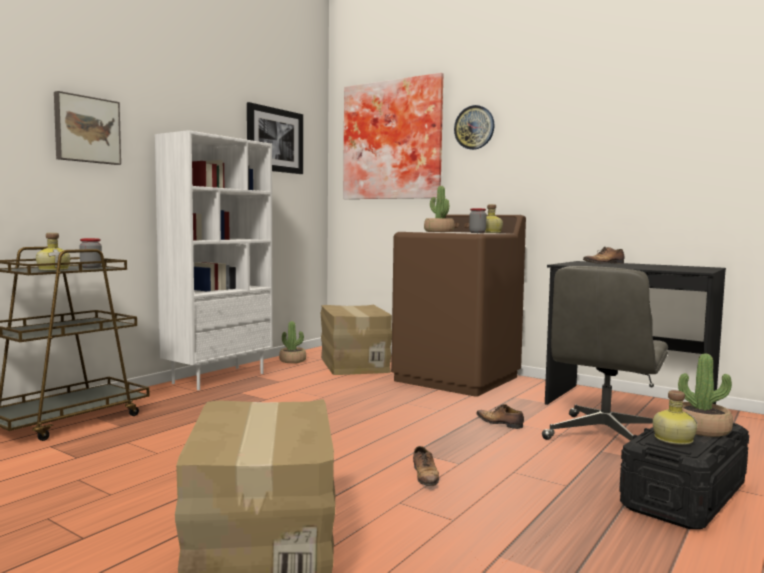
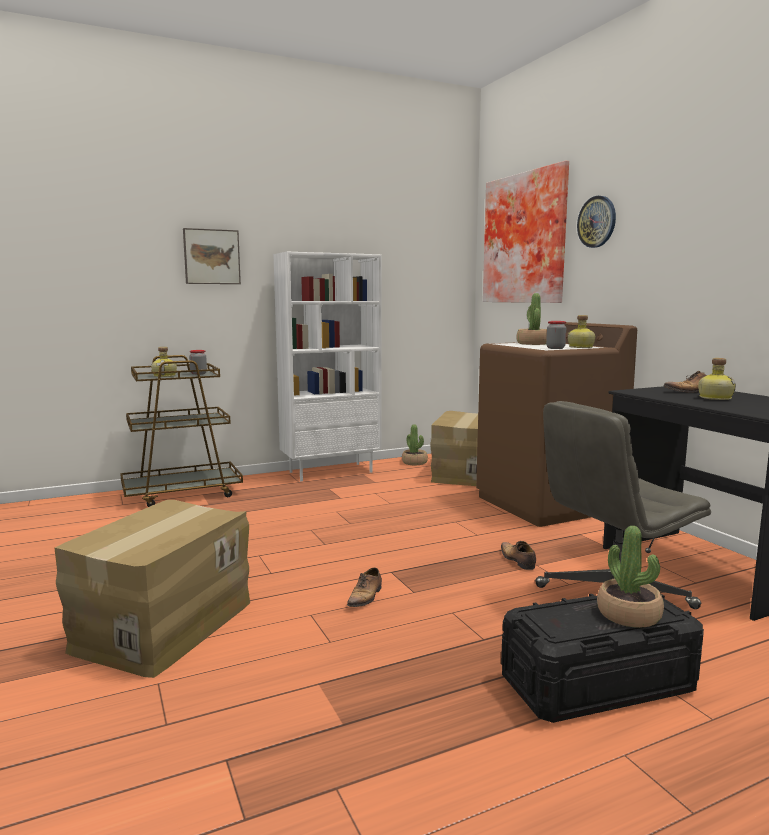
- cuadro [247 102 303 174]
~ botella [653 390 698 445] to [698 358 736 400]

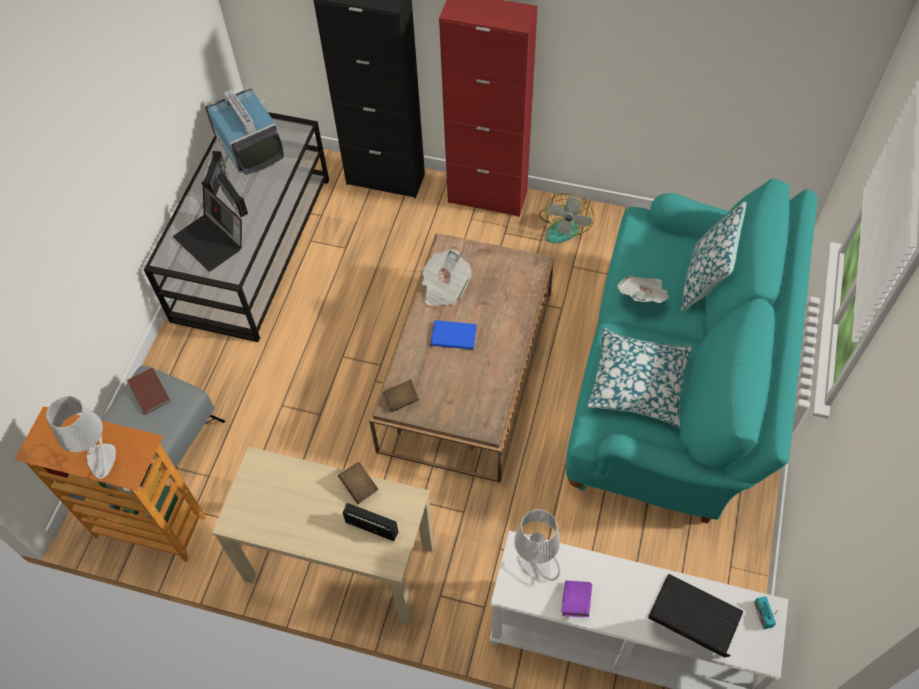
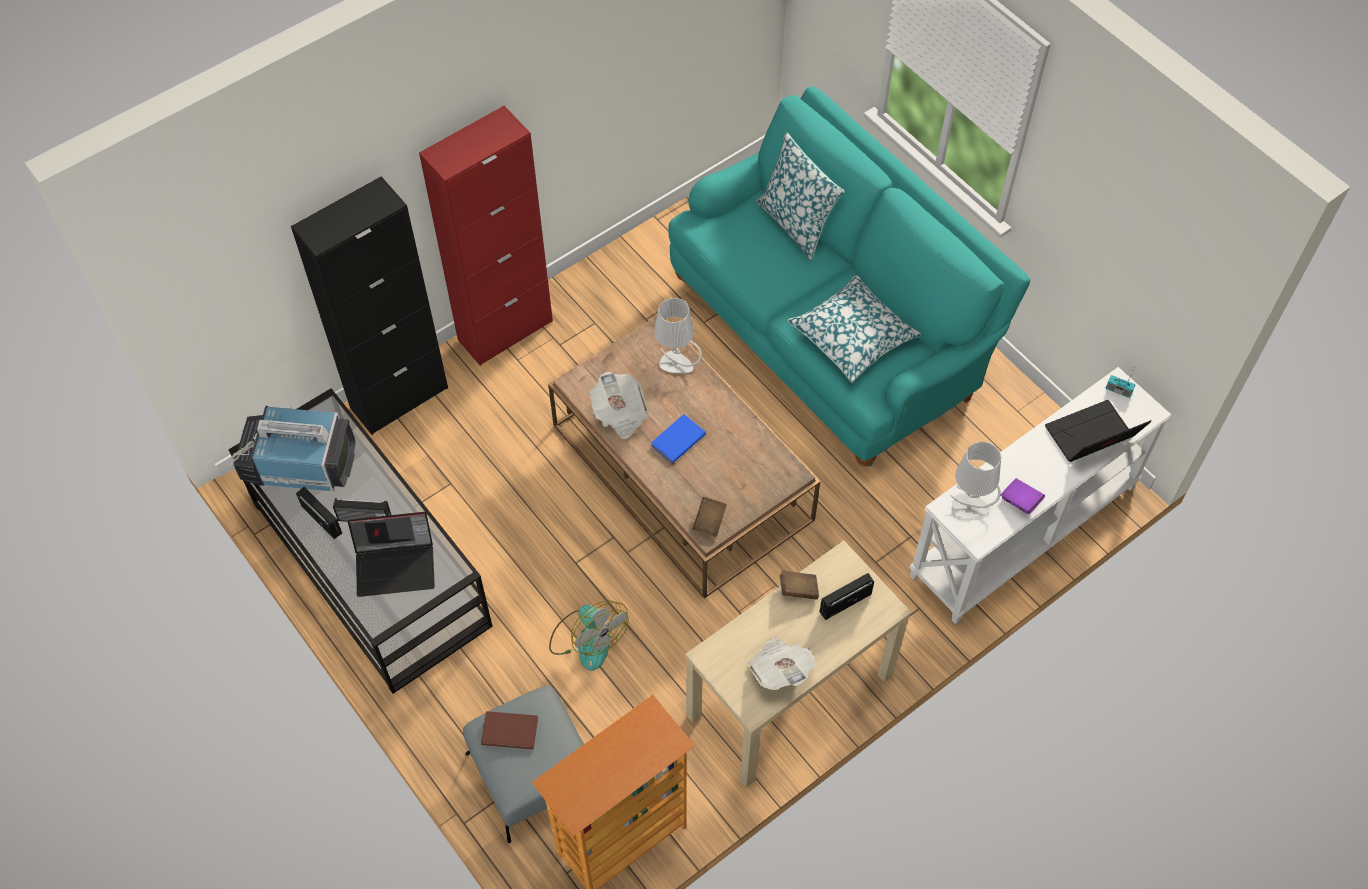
~ lámpara de mesa (gris) [46 396 116 479] to [654 298 702 374]
~ ventilador [539 193 595 243] to [549 600 629 671]
~ periódico [617 275 669 303] to [748 638 816 690]

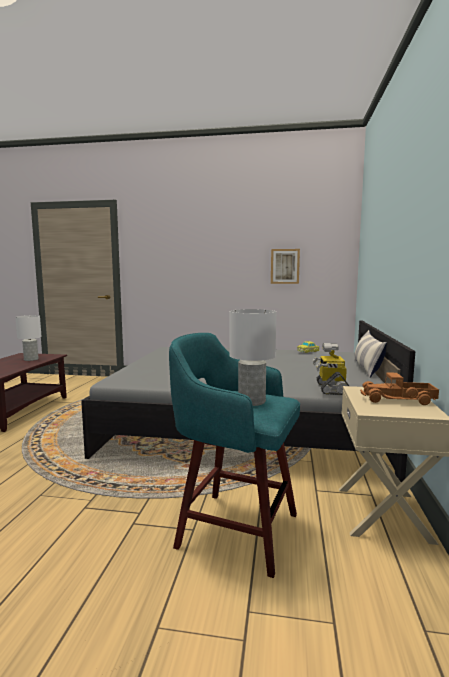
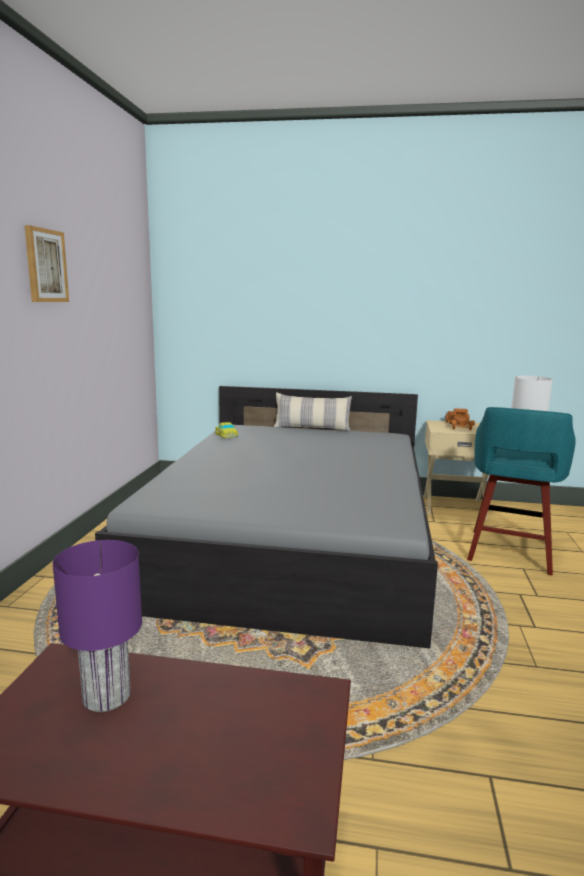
~ lámpara de mesa (blanco) [15 315 42 361] to lámpara de mesa (morado) [53 540 142 712]
~ cuadro [271 249 300 284] to [25 225 69 302]
- robot de juguete [313 343 349 395]

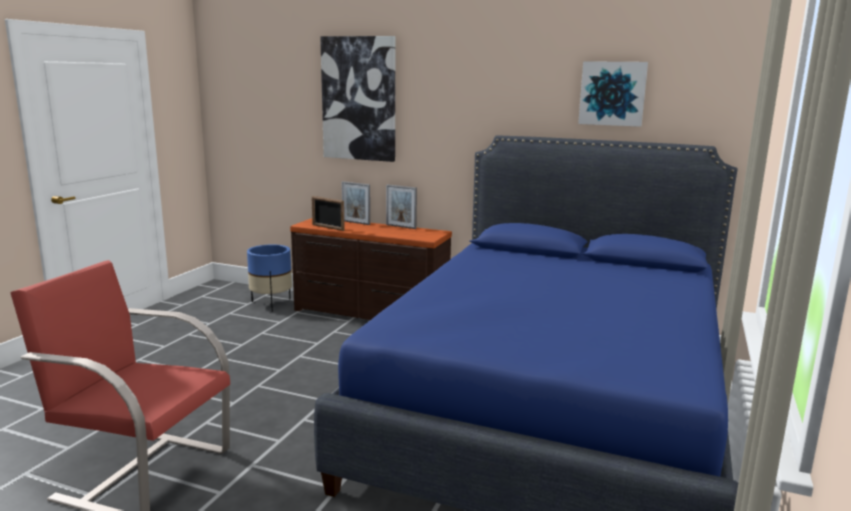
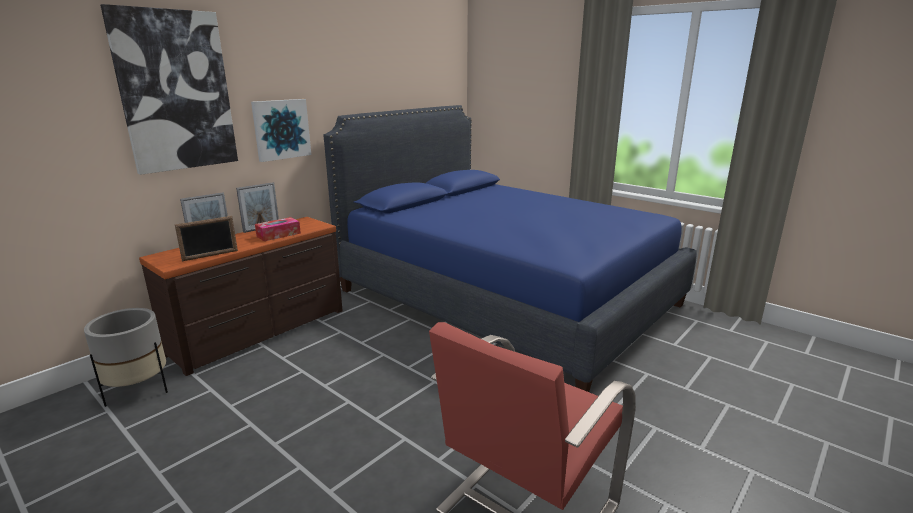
~ maceta (azul) [247 244 292 312] to maceta (gris) [84 308 168 407]
~ cuadro [578 61 648 127] to [251 99 311 162]
+ caja de pañuelos [255 217 301 241]

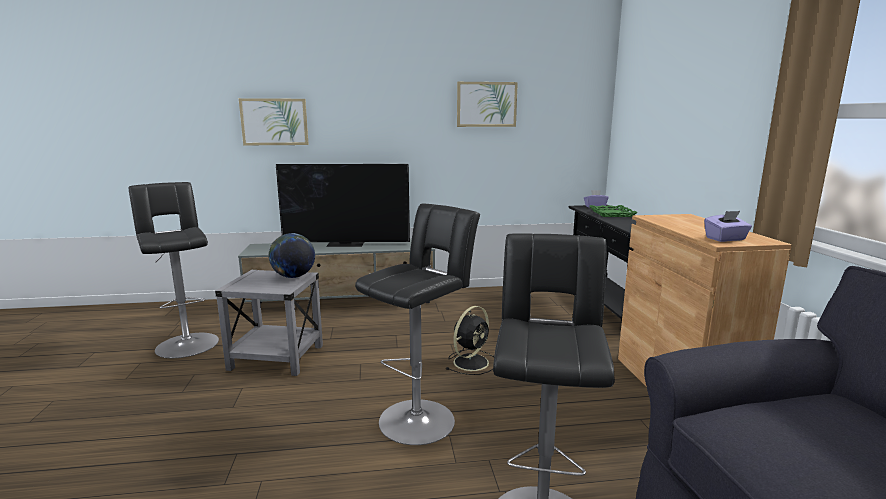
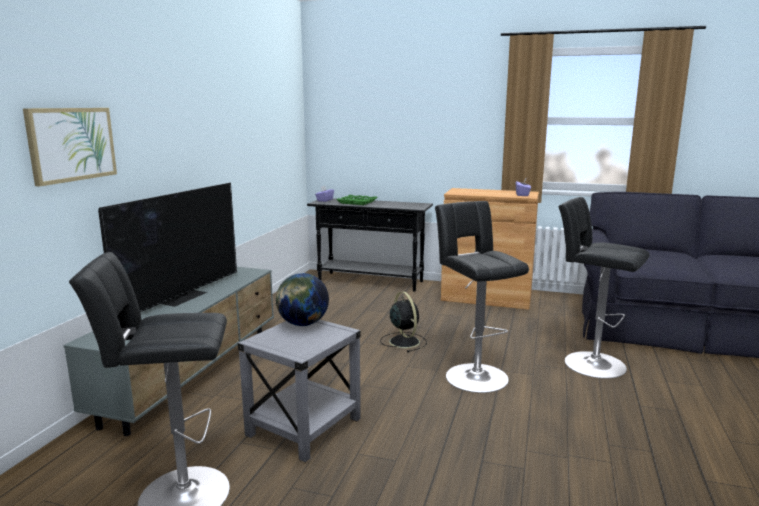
- cuadro [457 82 518 127]

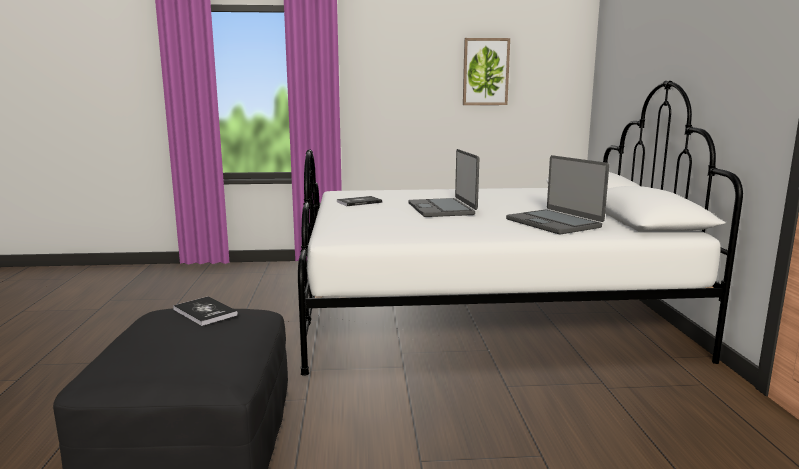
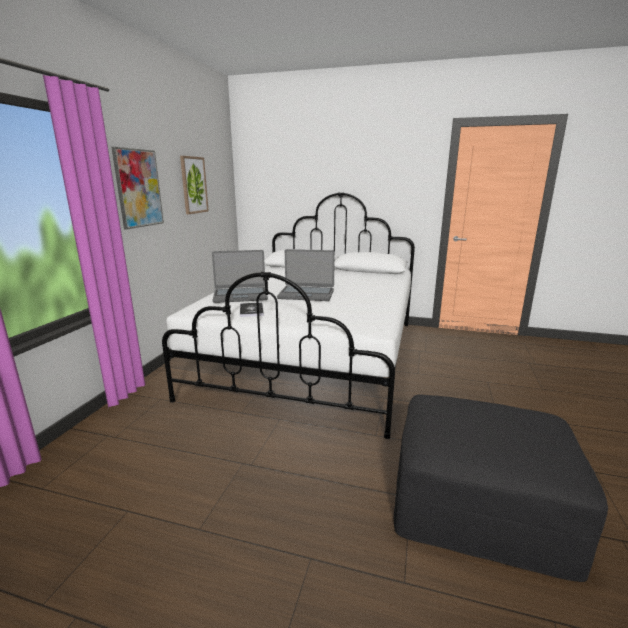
- libro [173 296 238 326]
~ portátil [506 155 609 234] to [212 250 268 303]
+ cuadro [111 147 164 229]

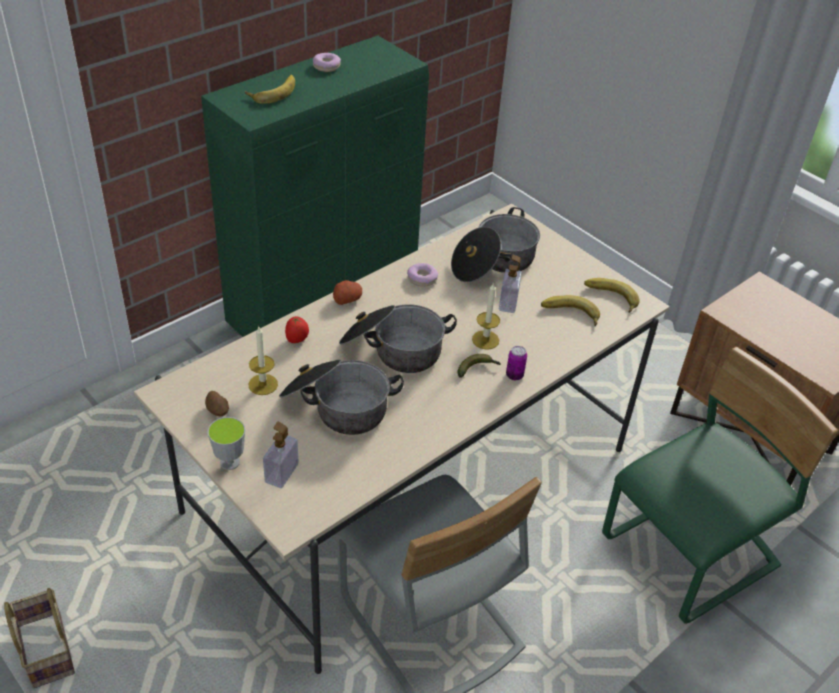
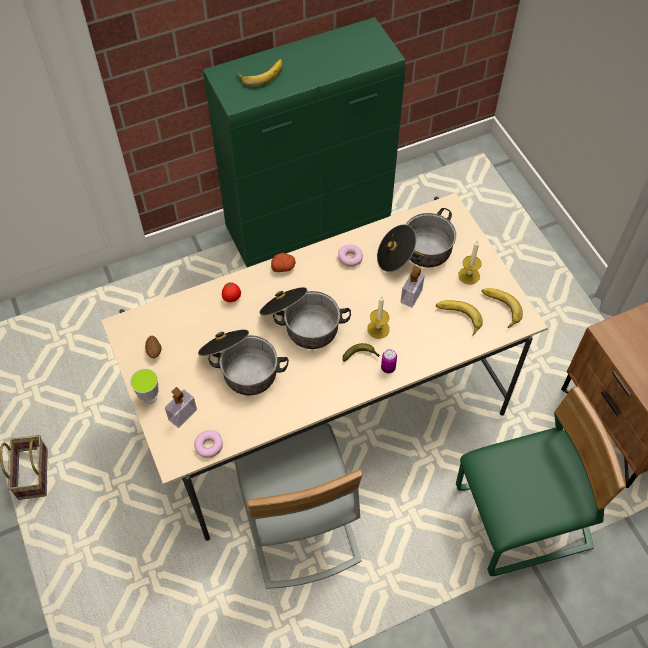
~ vela [249 327 278 395] to [458 240 481 285]
~ rosquilla [313 53 341 72] to [194 430 223 458]

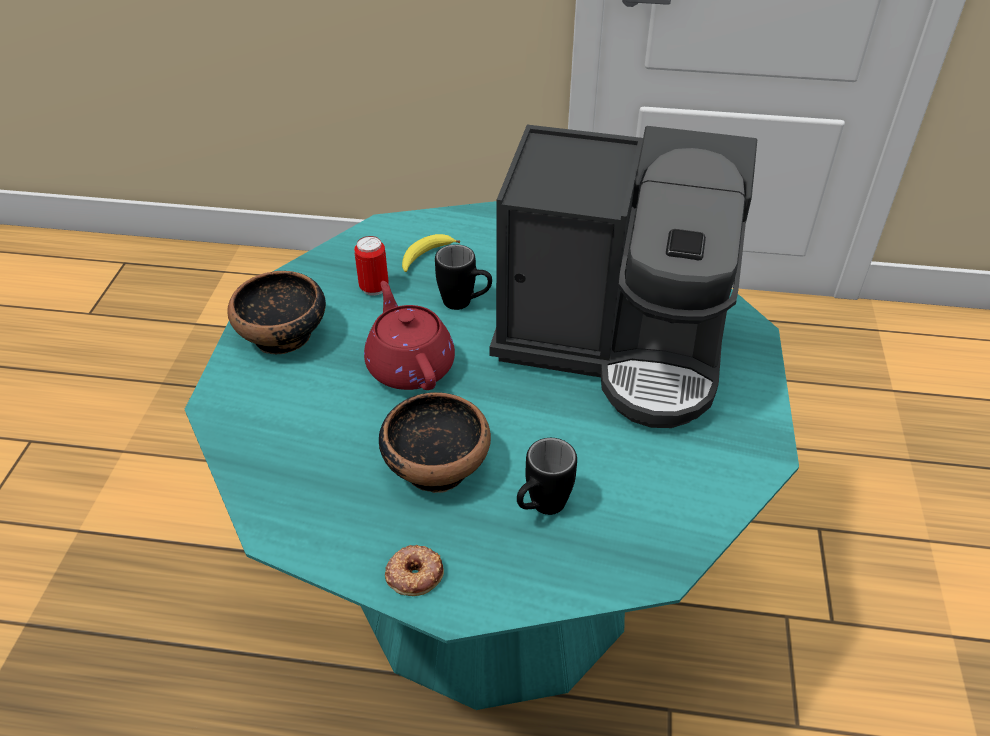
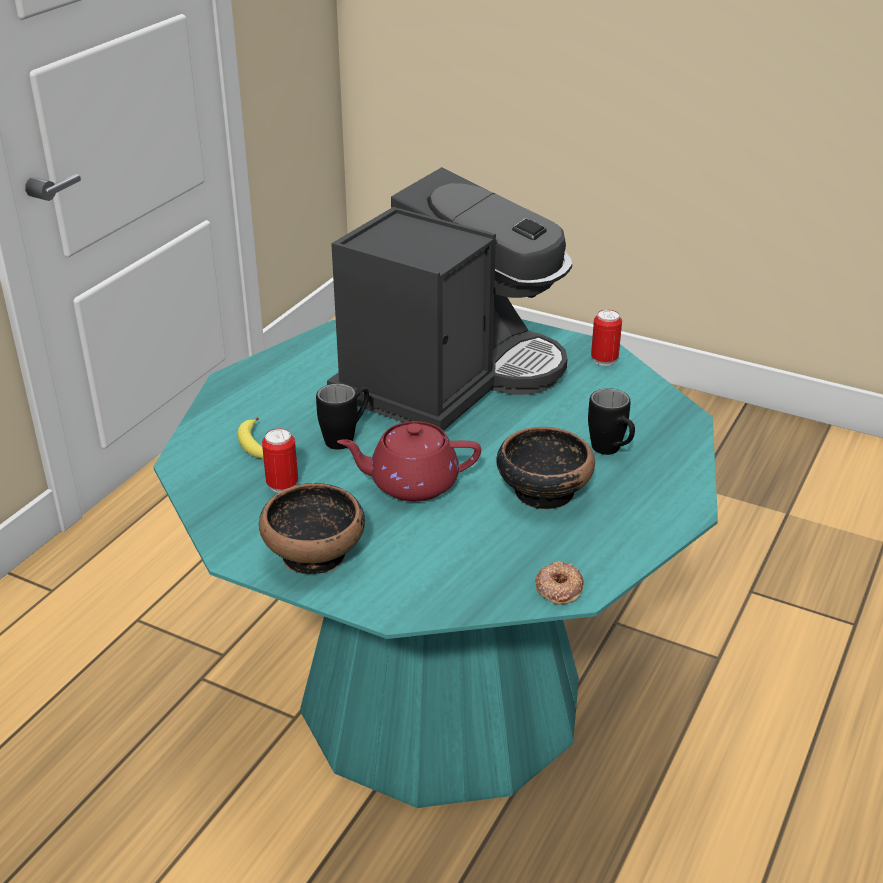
~ rosquilla [385 545 444 596] to [535 561 584 604]
+ lata [591 309 622 366]

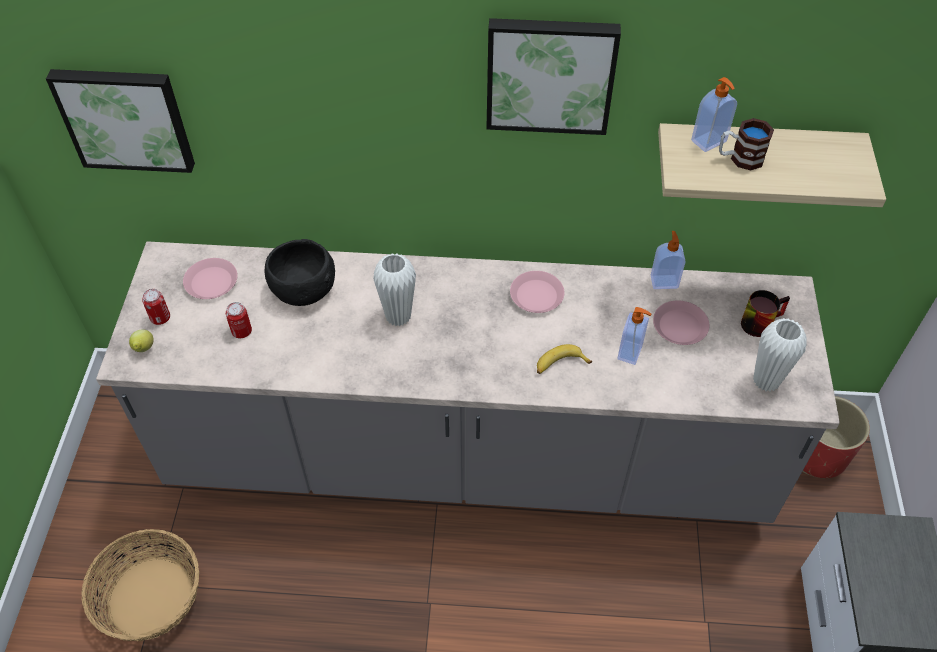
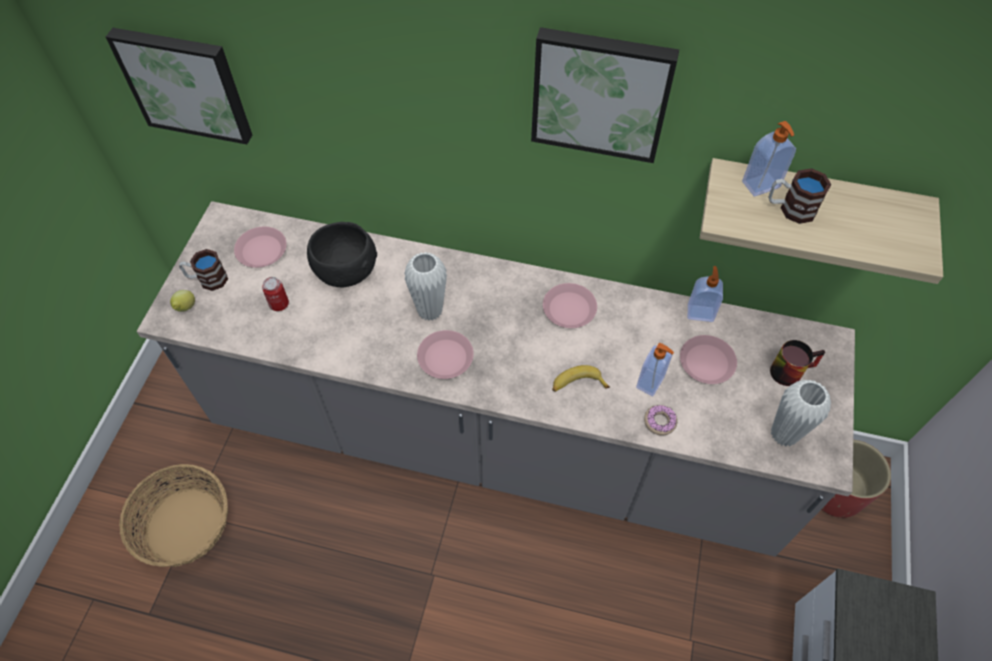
~ lata [142 289 170 325] to taza grande [179 249 228 291]
+ plato (rosa) [417 330 474 379]
+ rosquilla [644 405 677 436]

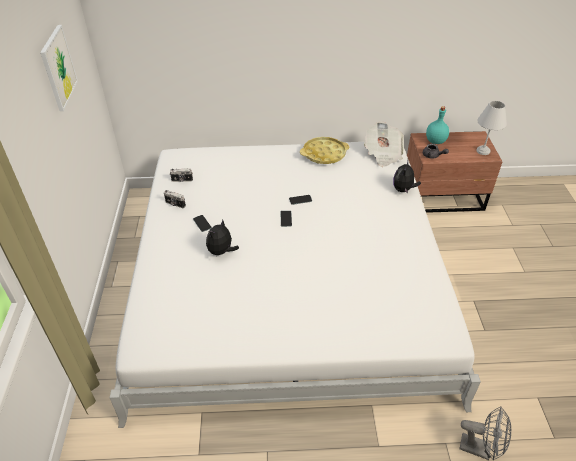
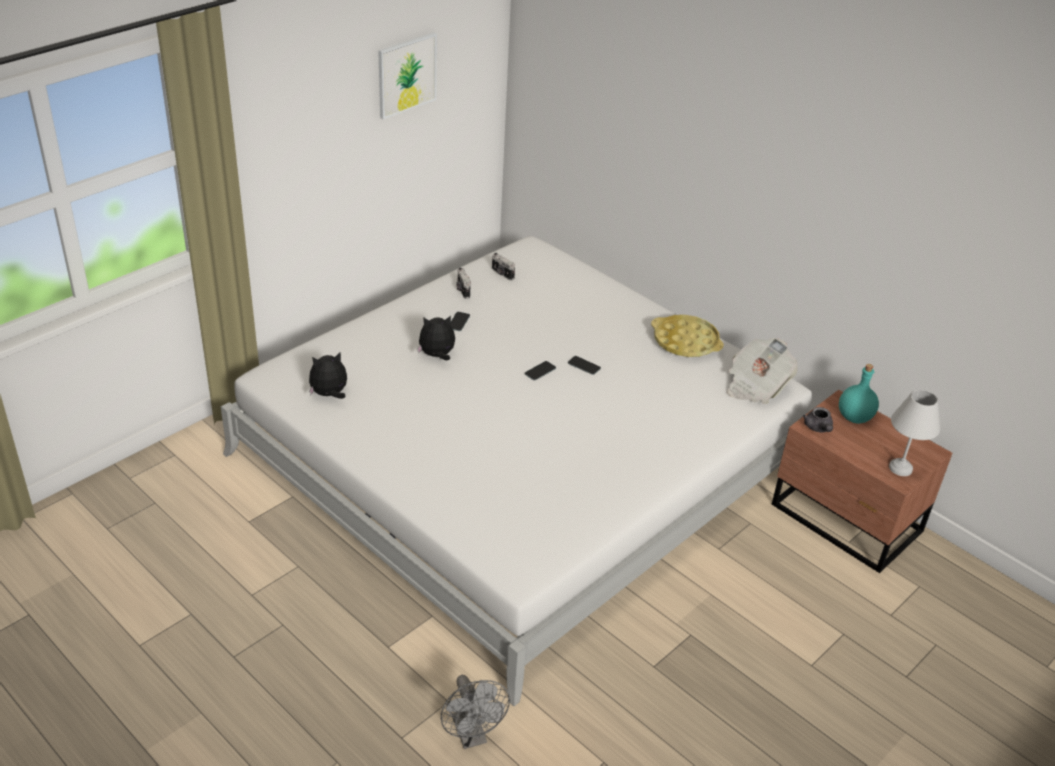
~ peluche [393 160 421 194] to [309 352 347 399]

